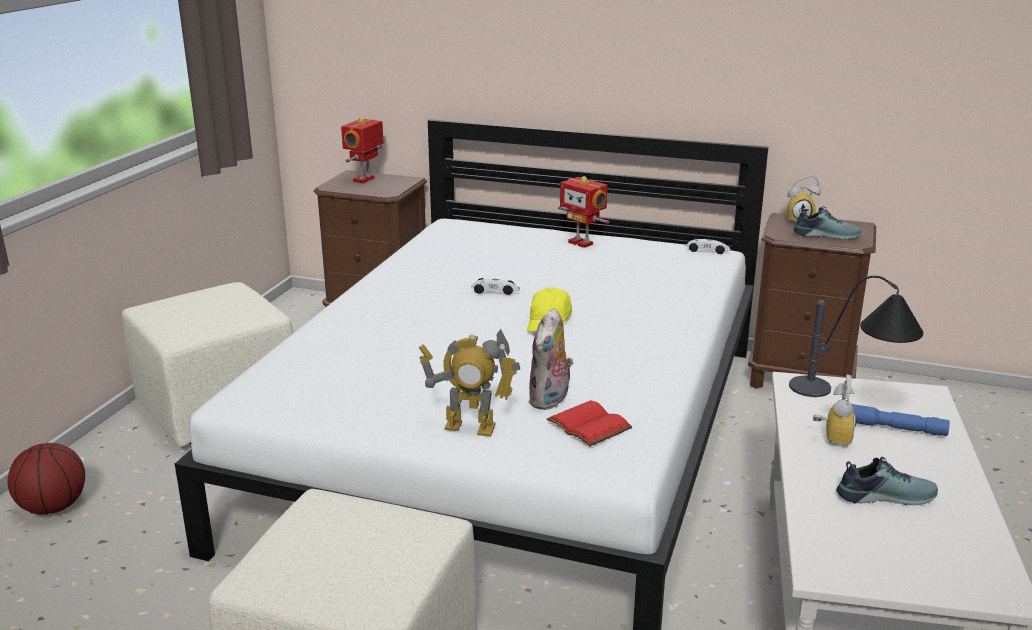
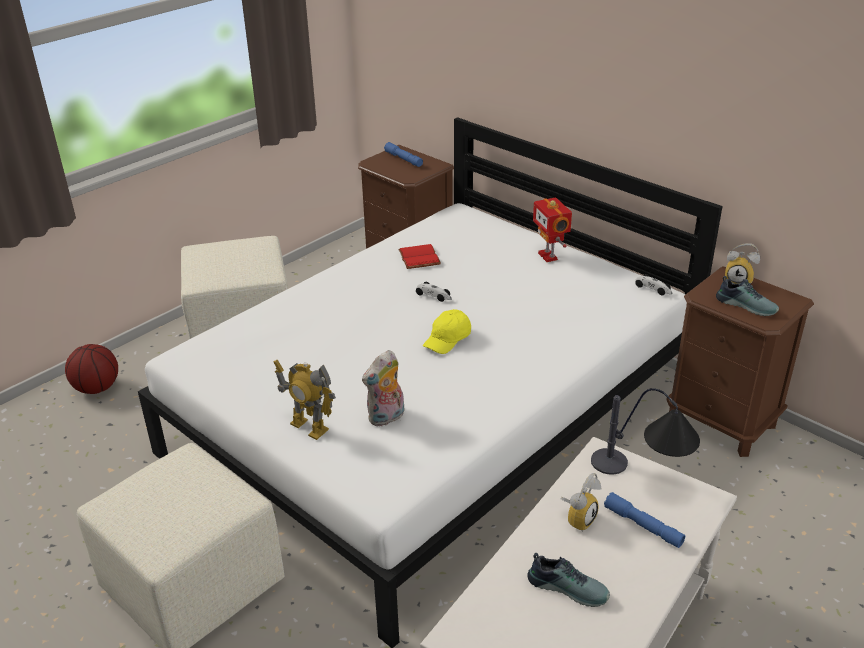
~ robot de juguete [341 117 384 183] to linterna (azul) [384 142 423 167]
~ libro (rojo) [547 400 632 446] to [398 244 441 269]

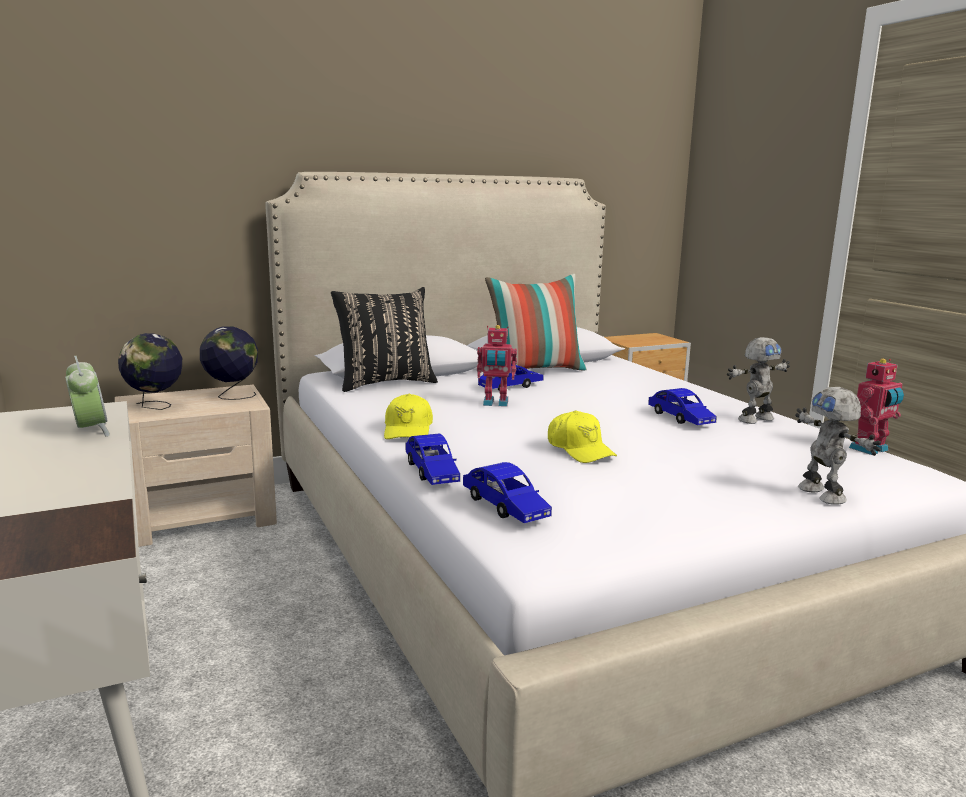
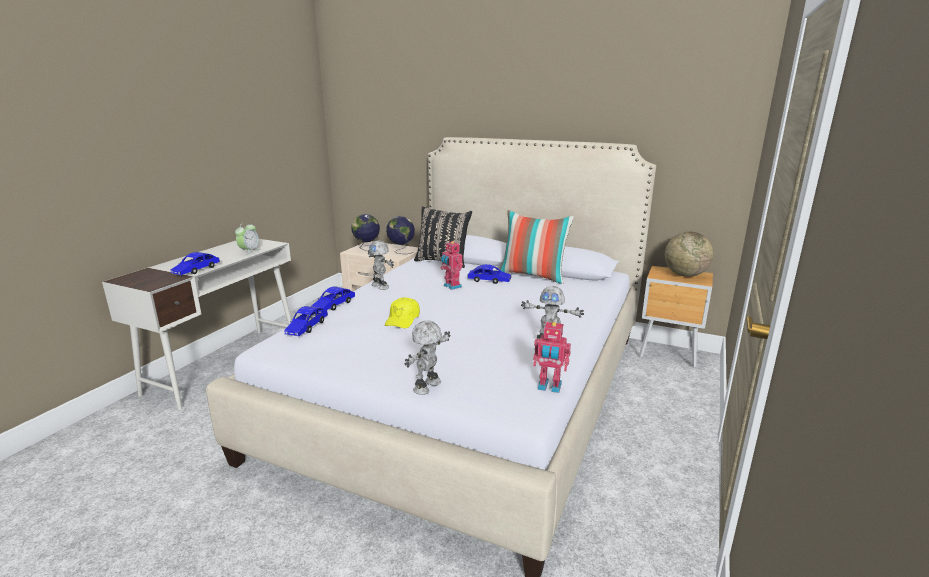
~ gorra (amarillo) [384 394 433 439] to robot de juguete [368 240 394 290]
~ coche de juguete (azul) [648 388 717 425] to [171 252 220 275]
+ globo terráqueo [665 232 714 277]

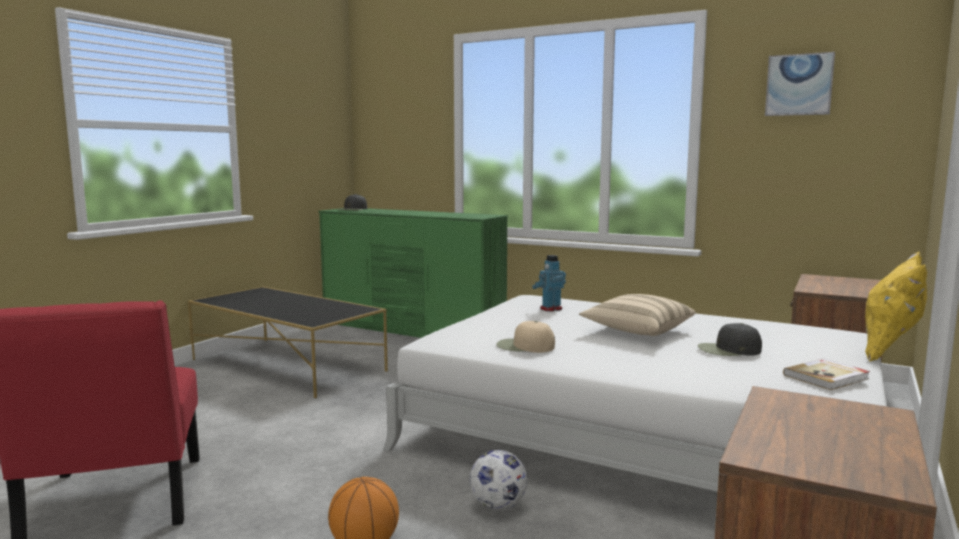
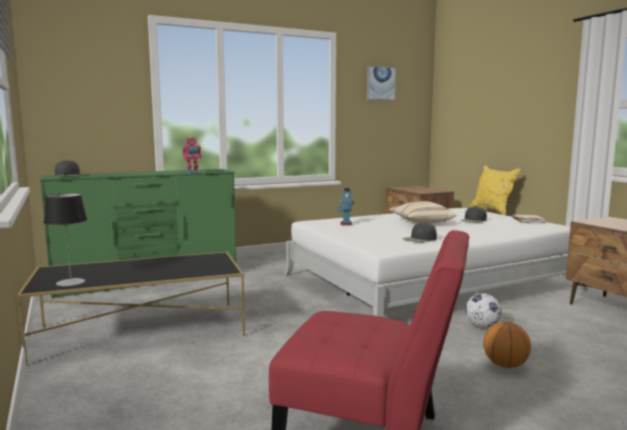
~ gorra (beis) [496 321 555 353] to gorra (negro) [402 222 437 243]
+ lámpara de mesa [43 193 87 286]
+ robot de juguete [182 136 202 173]

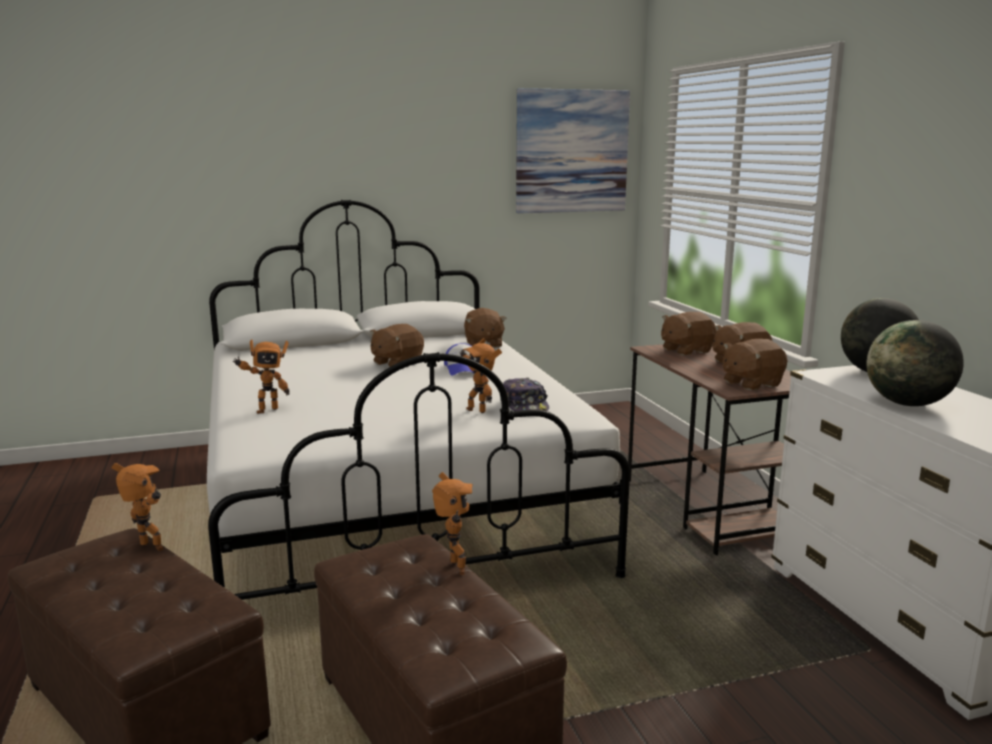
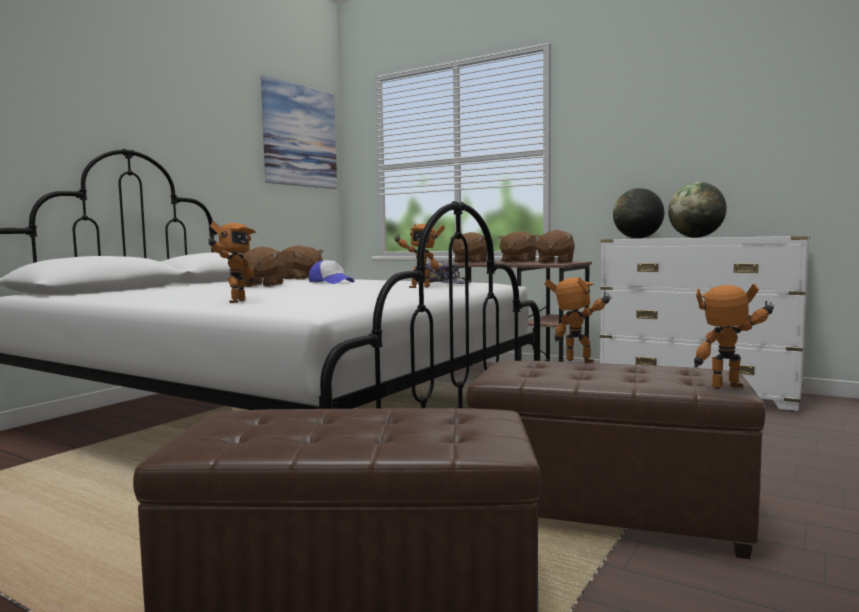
~ robot de juguete [112 463 163 551] to [694 284 775 389]

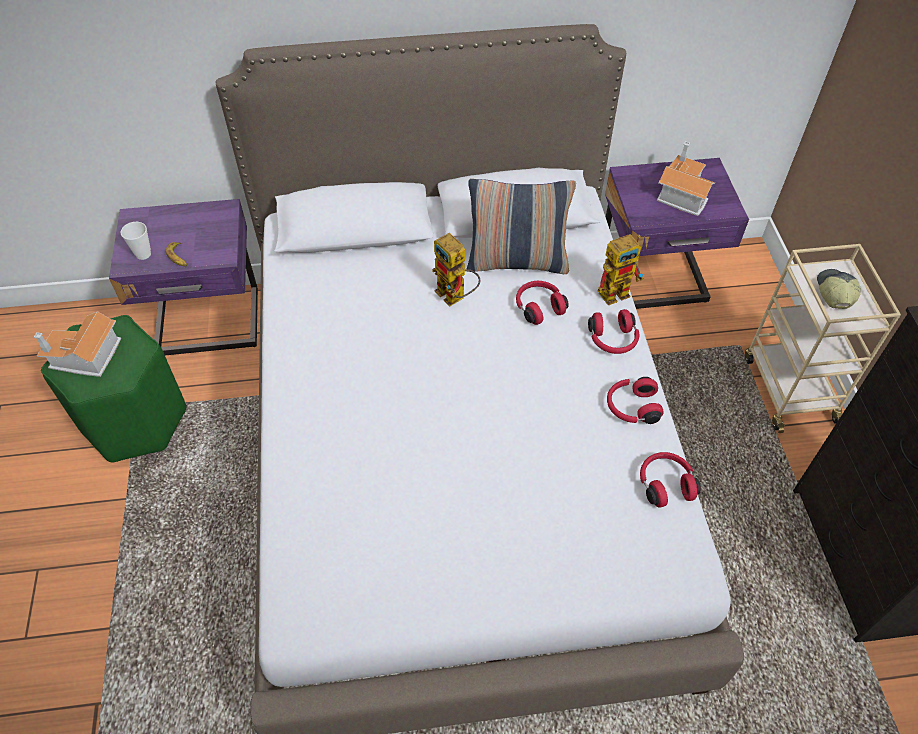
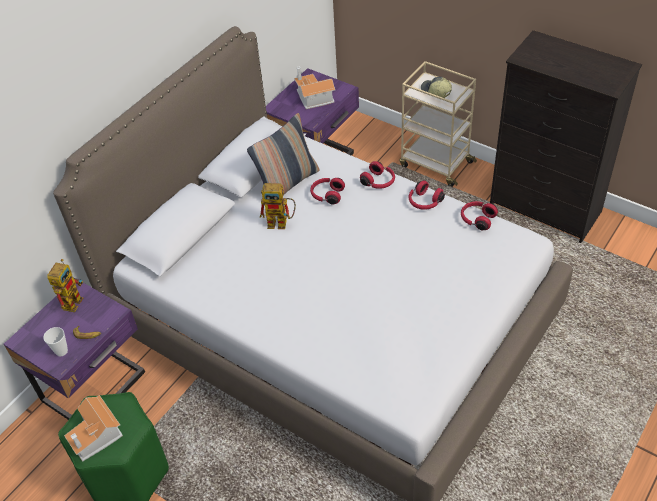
~ robot de juguete [598 234 644 305] to [47 259 83 312]

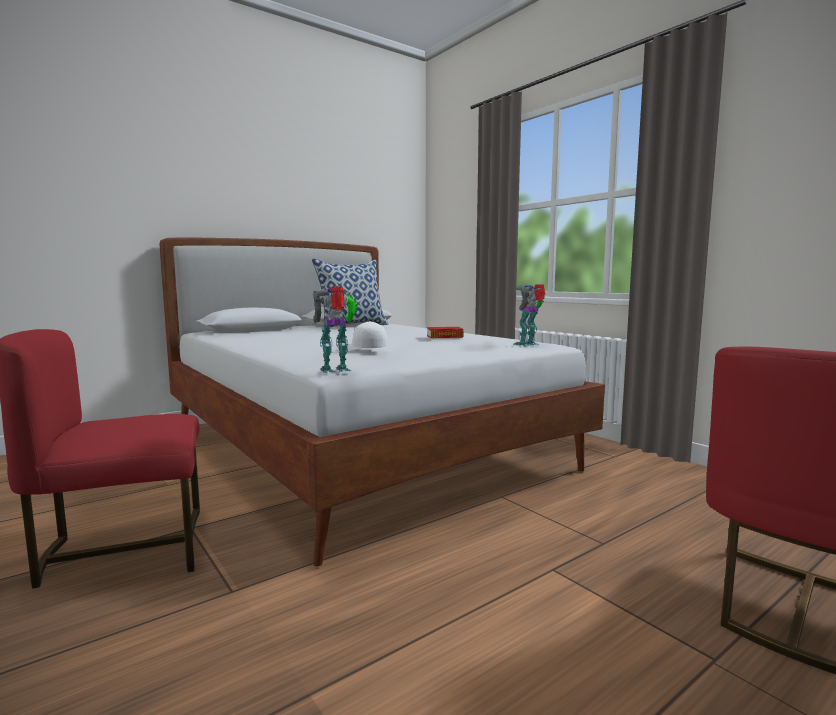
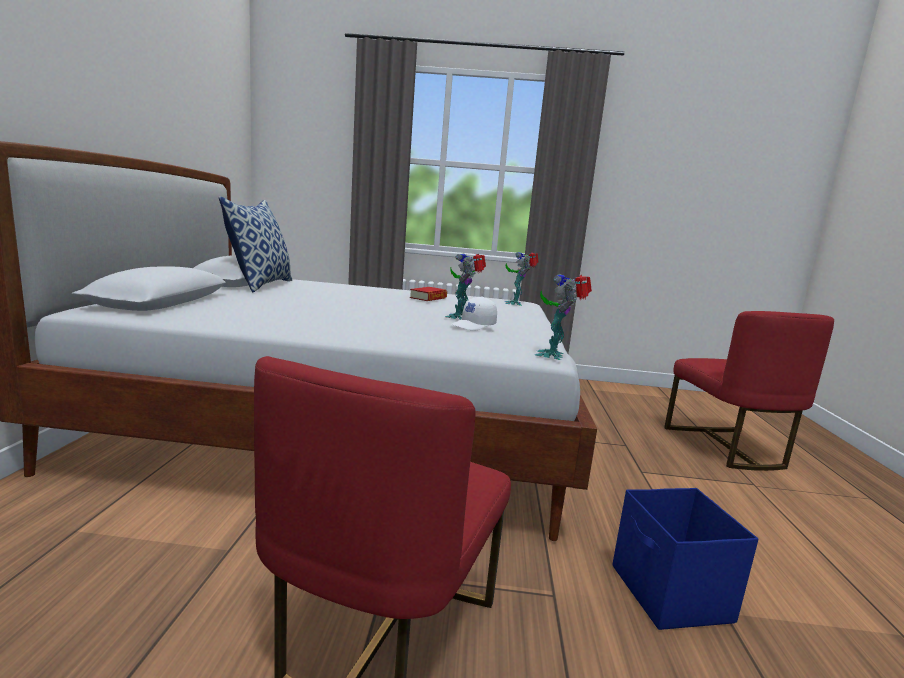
+ robot de juguete [445 253 486 320]
+ caja de almacenaje (azul) [612 488 758 630]

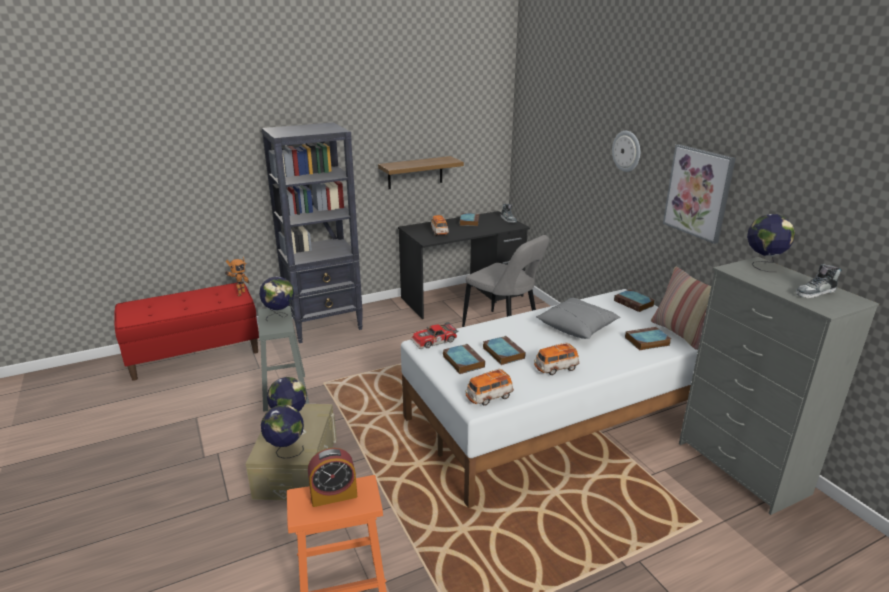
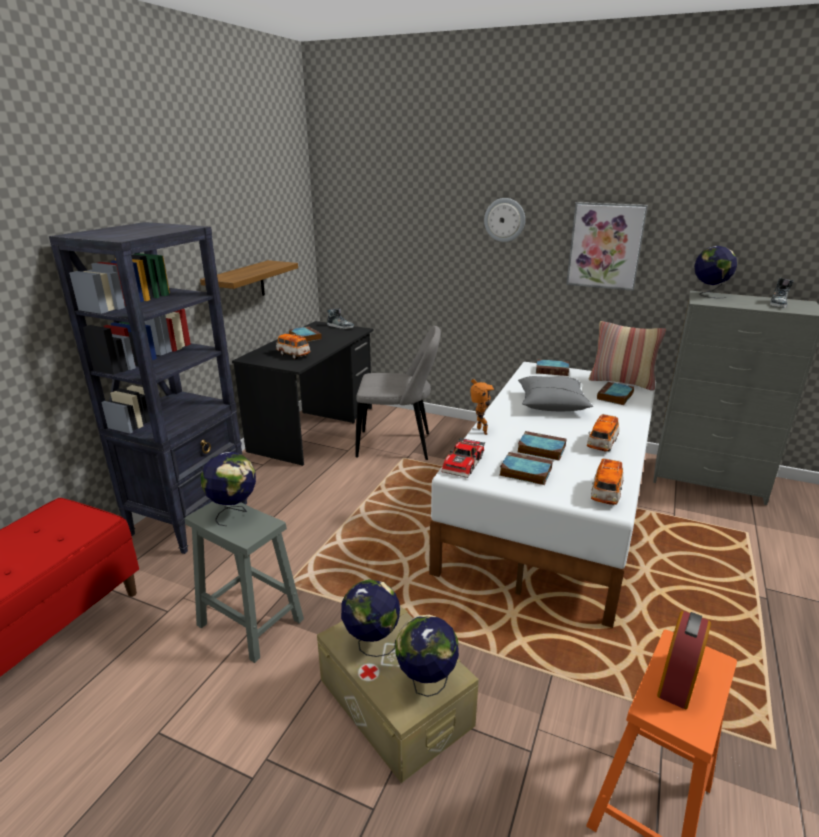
~ robot de juguete [225 257 249 297] to [470 379 494 435]

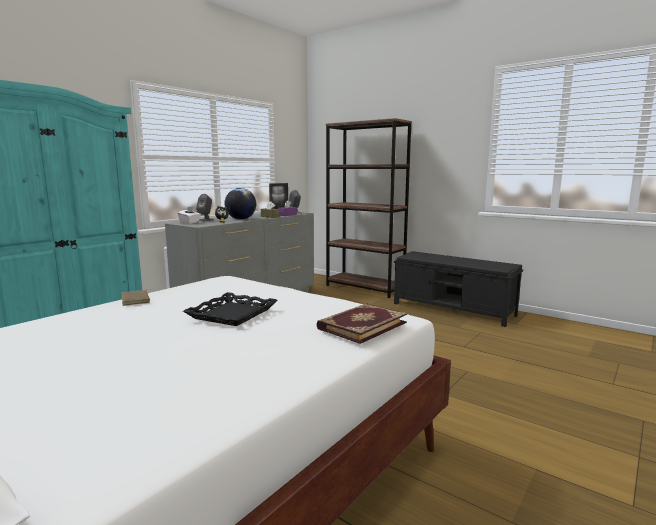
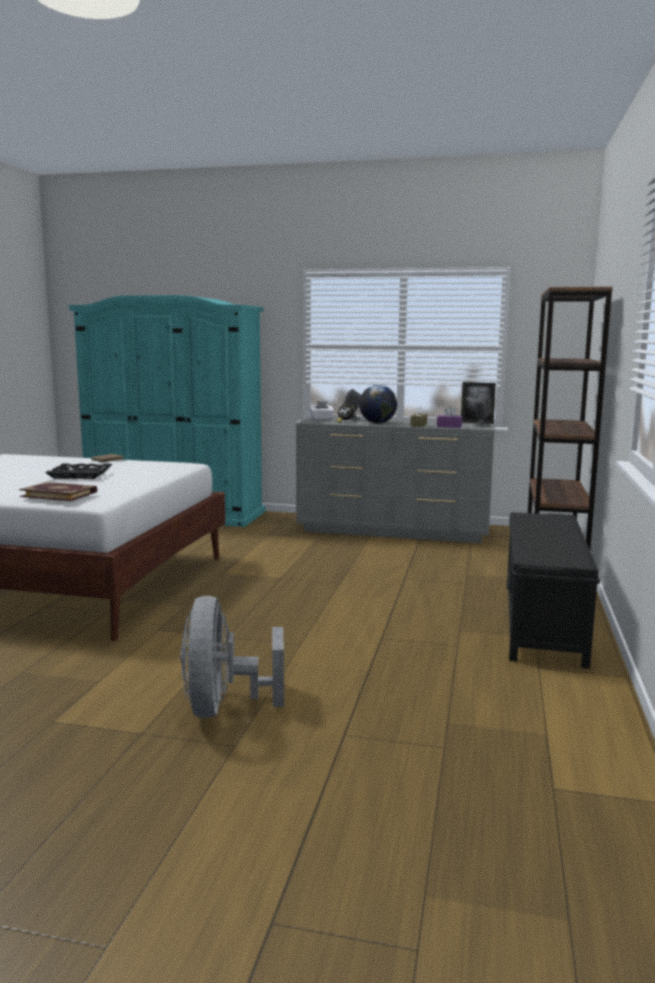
+ ventilador (gris) [180 596 284 718]

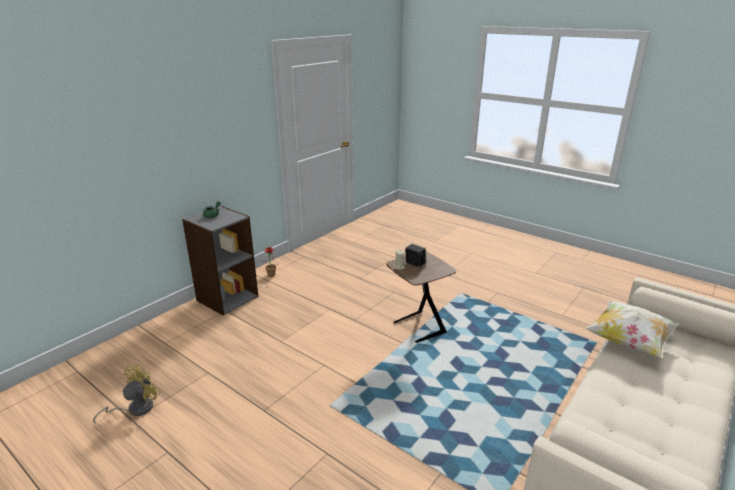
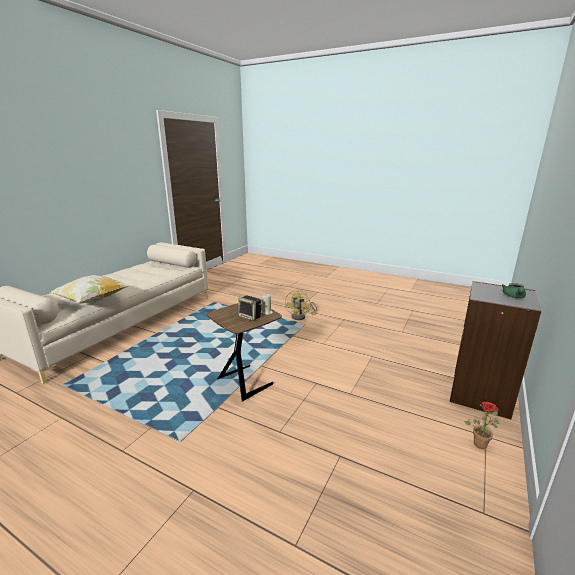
~ ventilador (amarillo) [93 364 161 424] to [285 290 317 320]

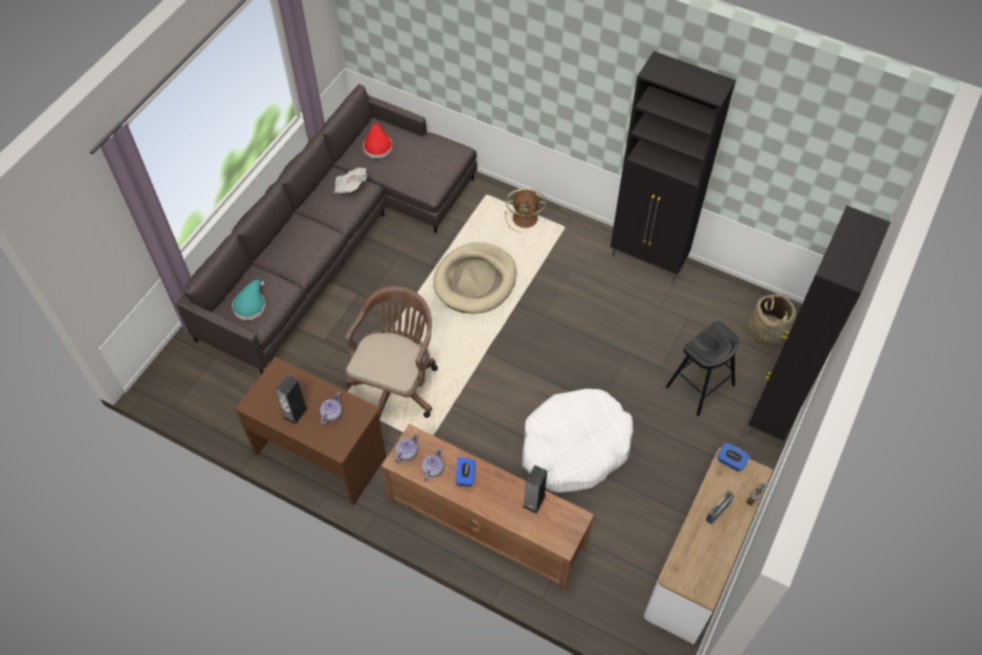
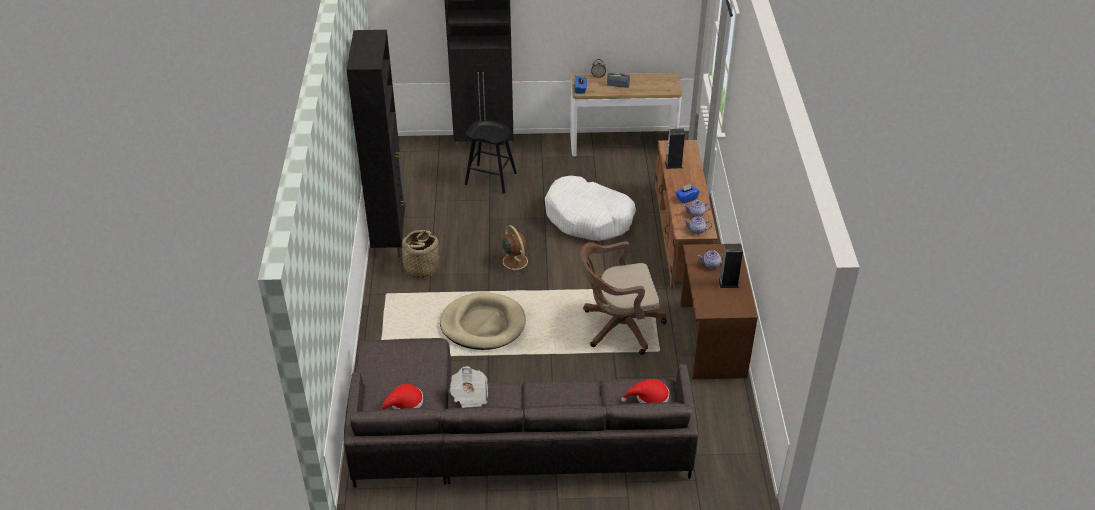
~ sombrero (turquesa) [232 280 266 320] to sombrero (rojo) [621 379 669 403]
~ ventilador (marrón) [505 188 546 233] to [495 225 534 275]
~ cesta [748 292 796 347] to [397 230 440 278]

